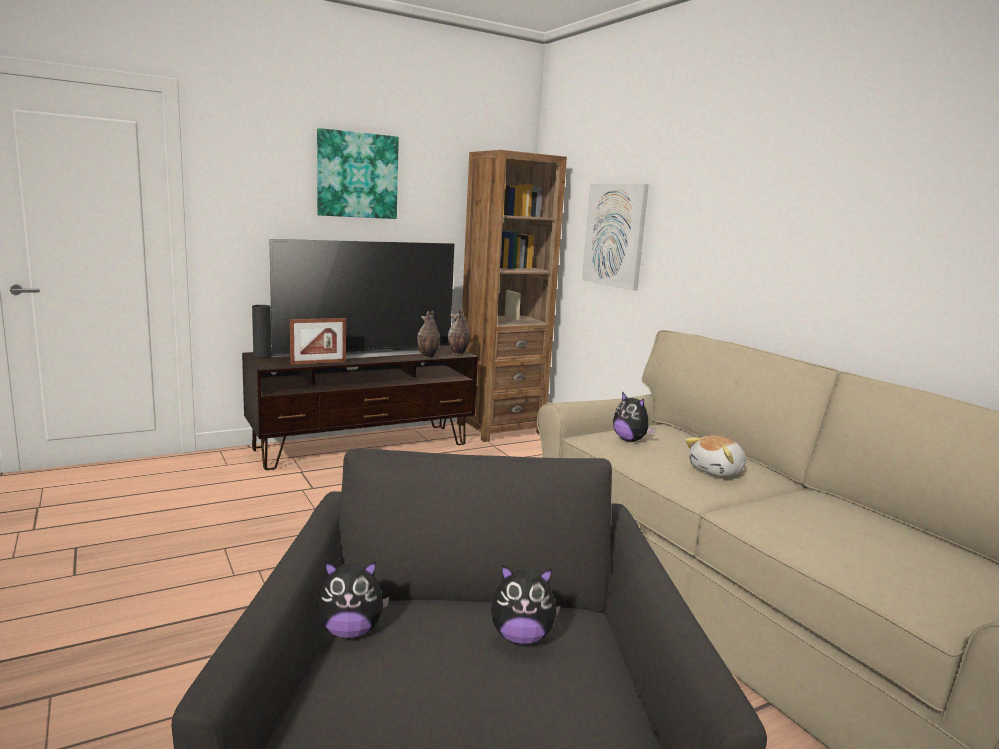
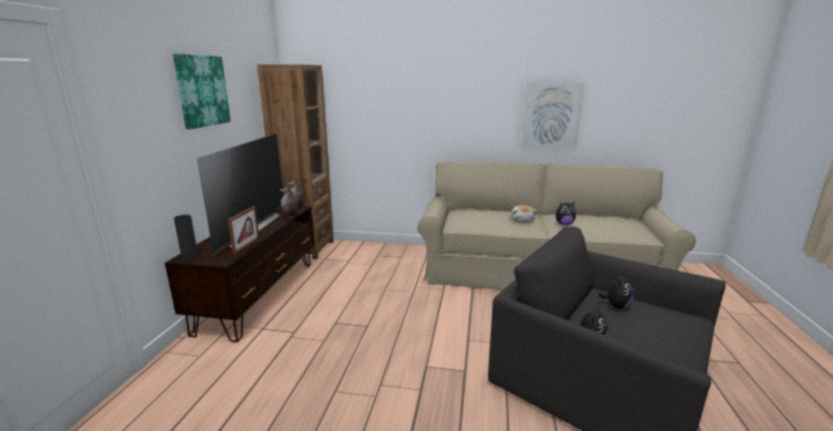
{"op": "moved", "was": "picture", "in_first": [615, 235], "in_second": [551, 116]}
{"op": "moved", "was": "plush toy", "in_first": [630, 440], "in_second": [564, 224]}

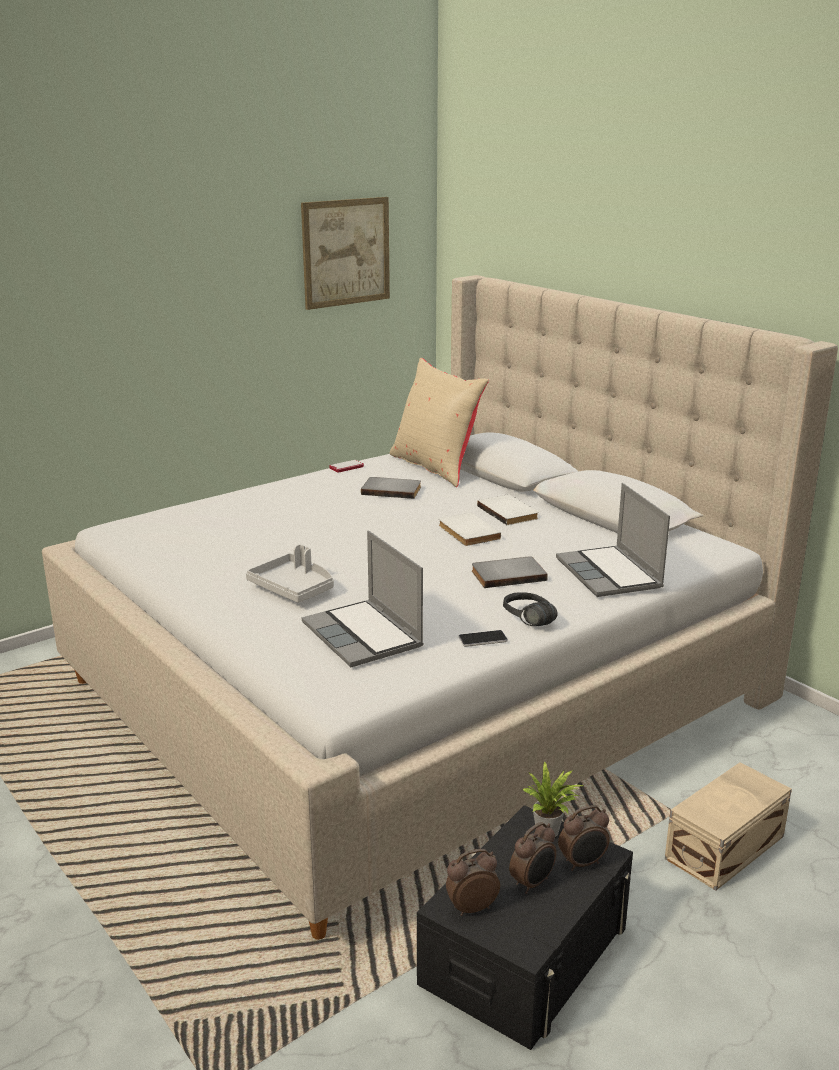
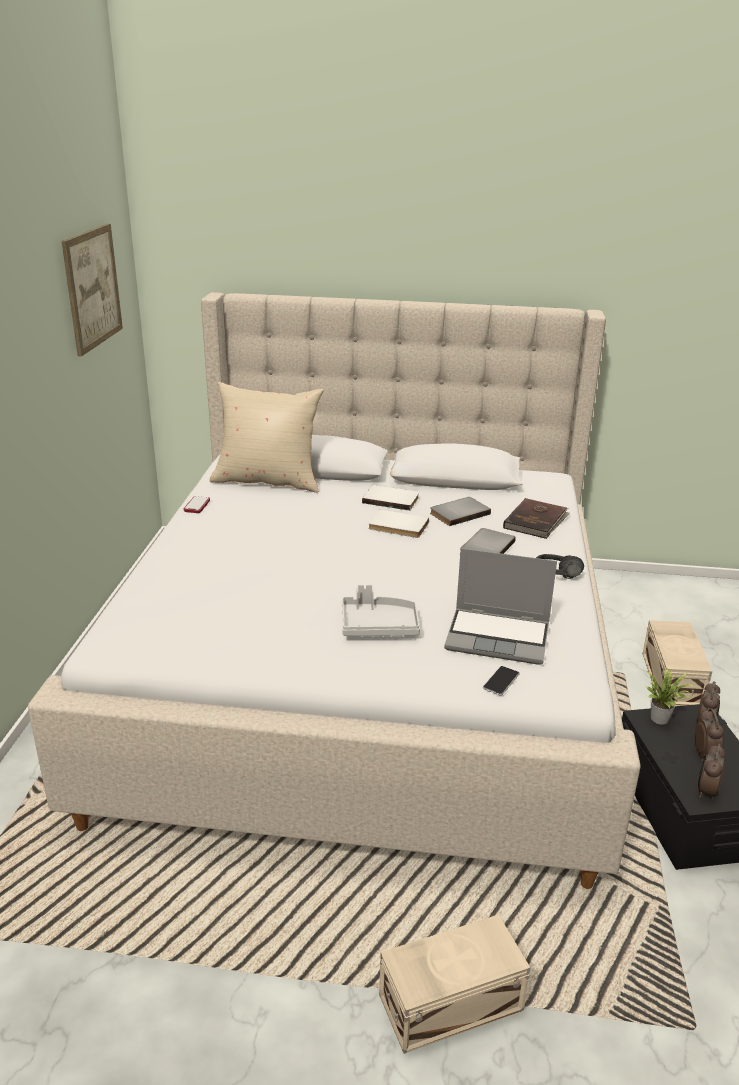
{"op": "added", "now": "sand-coloured storage bin", "in_second": [448, 1001]}
{"op": "moved", "was": "gray book", "in_first": [392, 490], "in_second": [458, 513]}
{"op": "moved", "was": "phone", "in_first": [482, 639], "in_second": [501, 681]}
{"op": "replaced", "was": "portable computer", "now": "brownish book", "in_first": [610, 574], "in_second": [536, 521]}

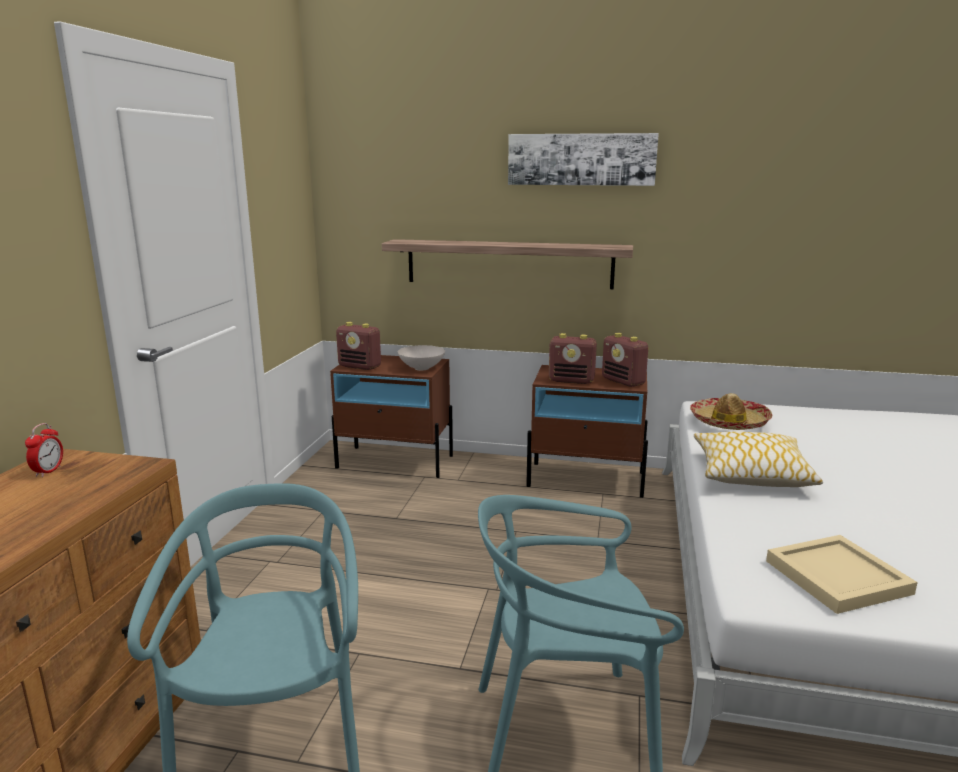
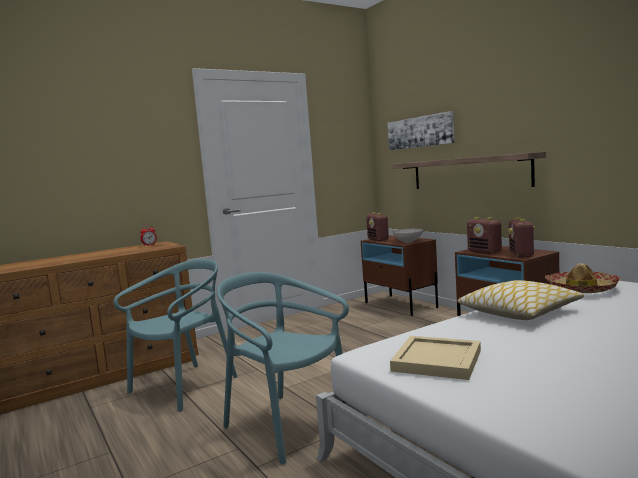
{"op": "moved", "was": "picture", "in_first": [581, 159], "in_second": [420, 132]}

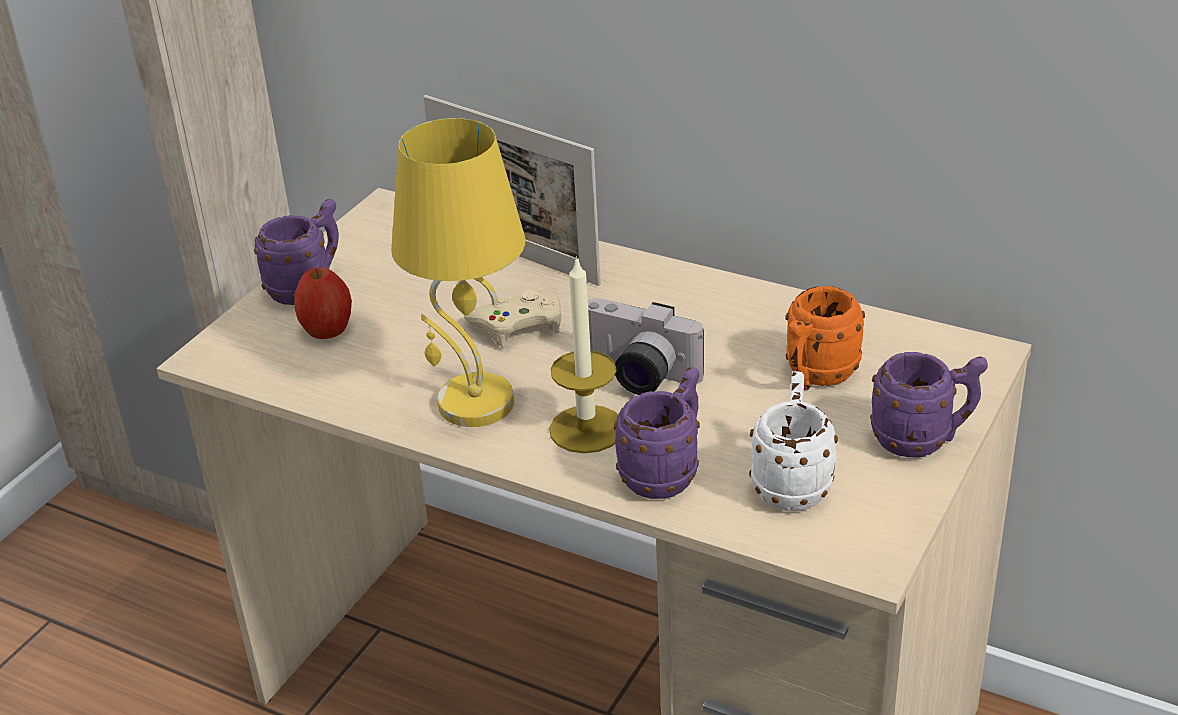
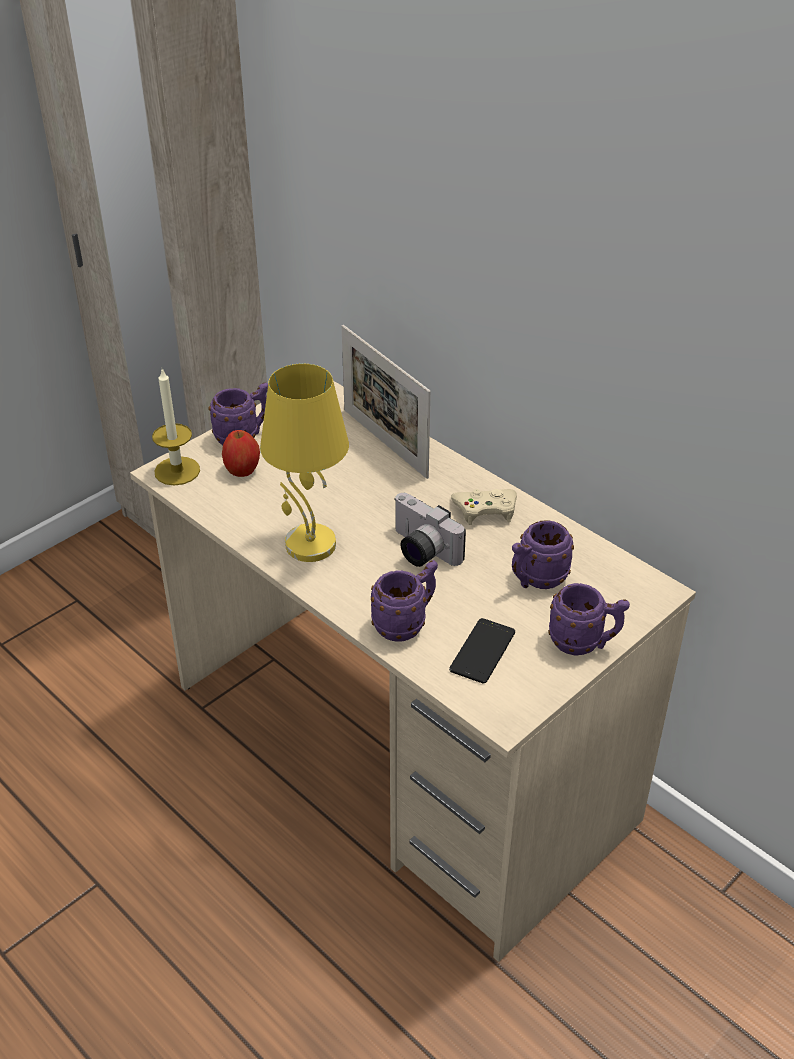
{"op": "moved", "was": "sand-coloured joypad", "in_first": [519, 325], "in_second": [485, 510]}
{"op": "moved", "was": "wax candle", "in_first": [586, 429], "in_second": [177, 471]}
{"op": "replaced", "was": "whitish tea mug", "now": "phone", "in_first": [792, 482], "in_second": [482, 651]}
{"op": "recoloured", "was": "orange tea mug", "now": "purplish tea mug", "in_first": [815, 377], "in_second": [536, 580]}

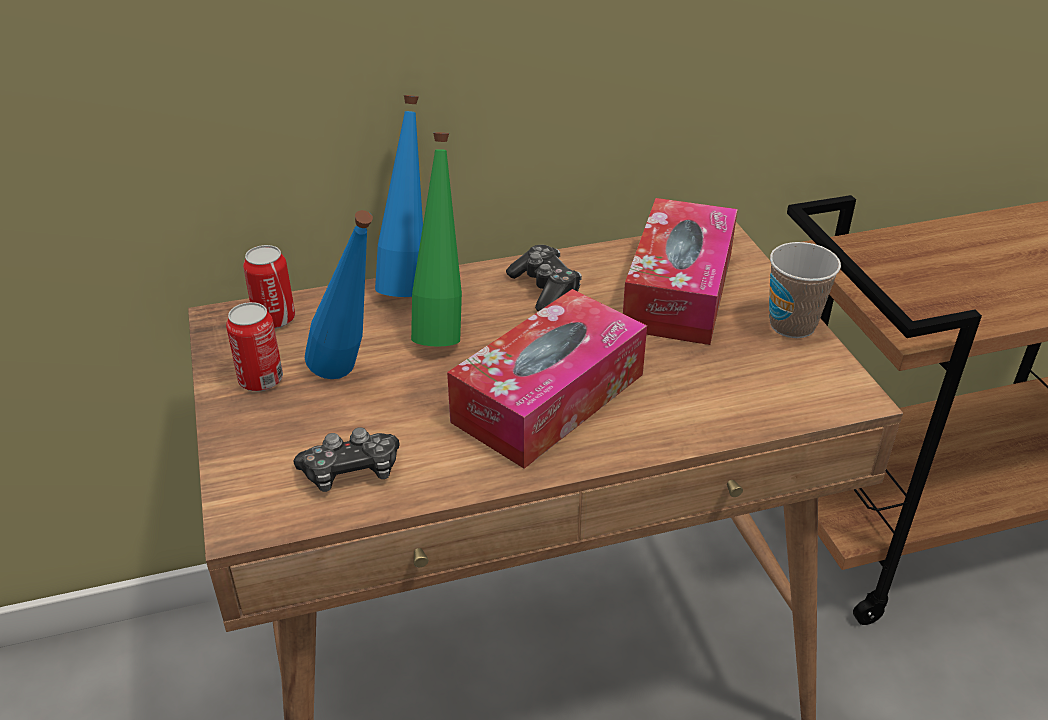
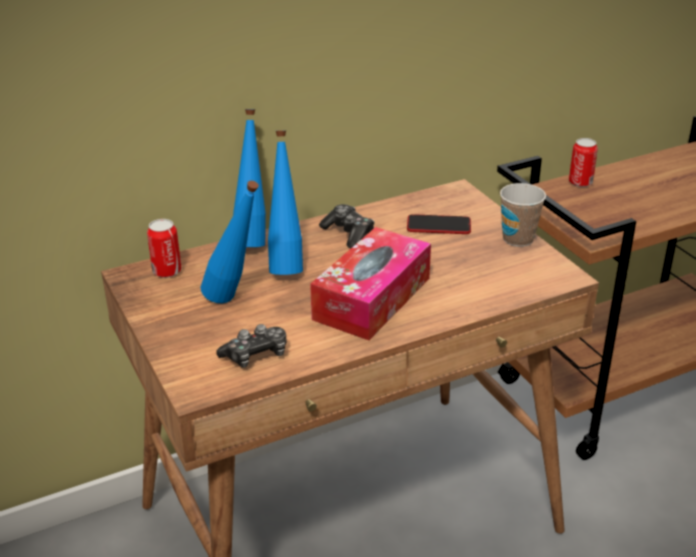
{"op": "moved", "was": "can", "in_first": [261, 380], "in_second": [580, 182]}
{"op": "replaced", "was": "tissue box", "now": "phone", "in_first": [678, 290], "in_second": [438, 226]}
{"op": "recoloured", "was": "green bottle", "now": "blue bottle", "in_first": [442, 329], "in_second": [286, 265]}

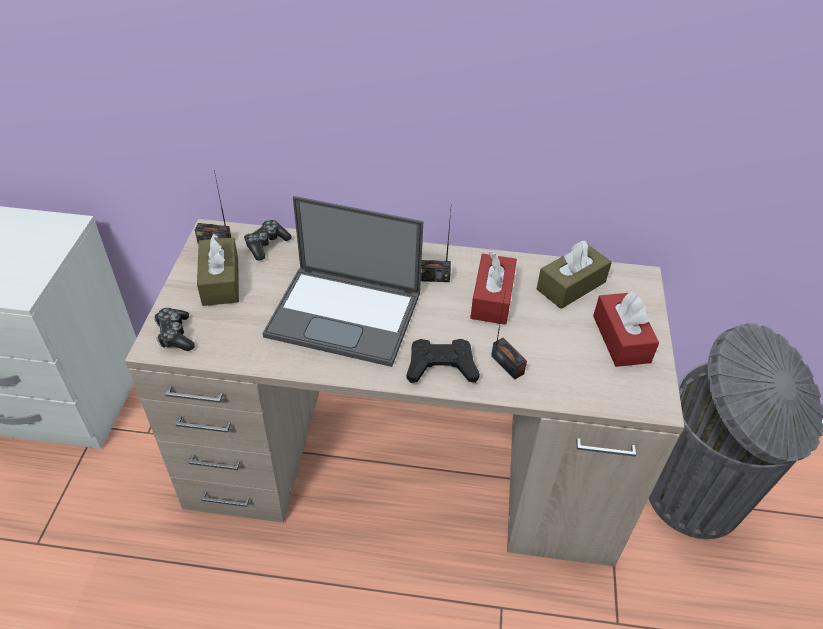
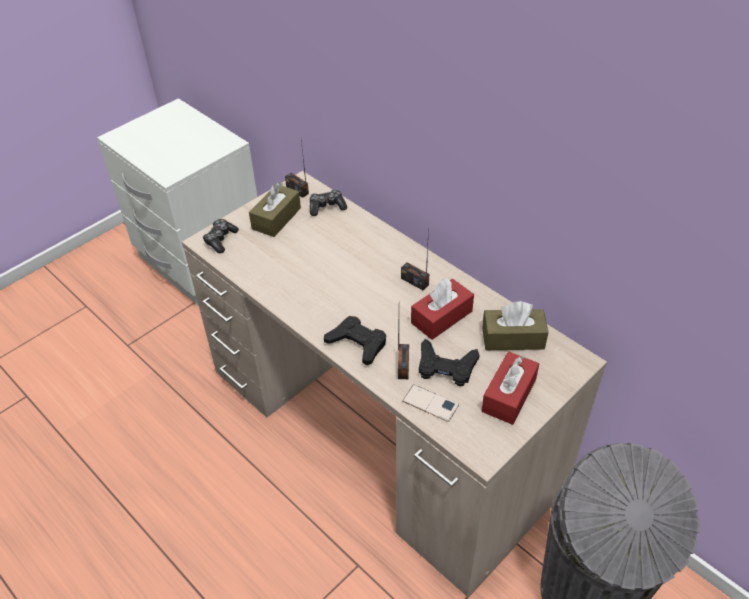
{"op": "removed", "was": "portable computer", "in_first": [346, 314]}
{"op": "added", "now": "phone", "in_second": [430, 403]}
{"op": "added", "now": "blackish joypad", "in_second": [446, 367]}

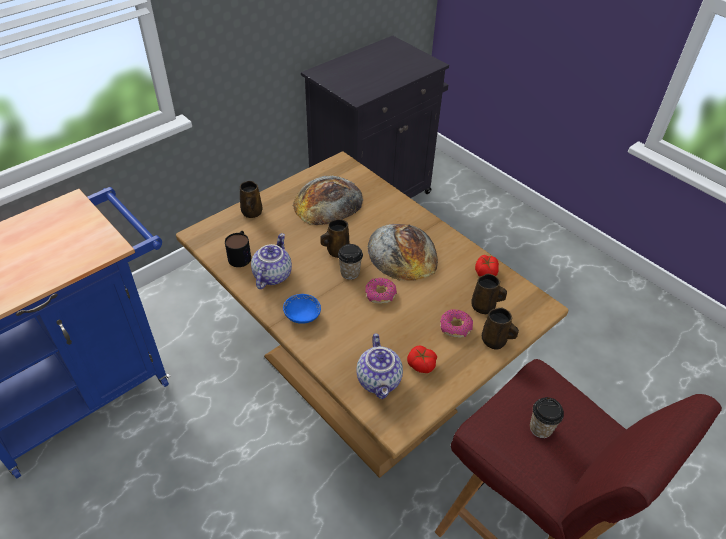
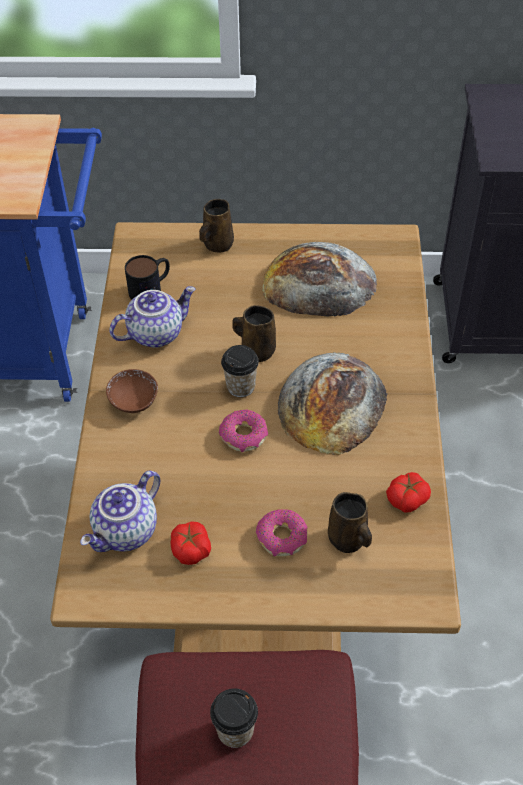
{"op": "removed", "was": "brownish tea mug", "in_first": [495, 341]}
{"op": "recoloured", "was": "blue serving bowl", "now": "brownish serving bowl", "in_first": [302, 316], "in_second": [133, 401]}

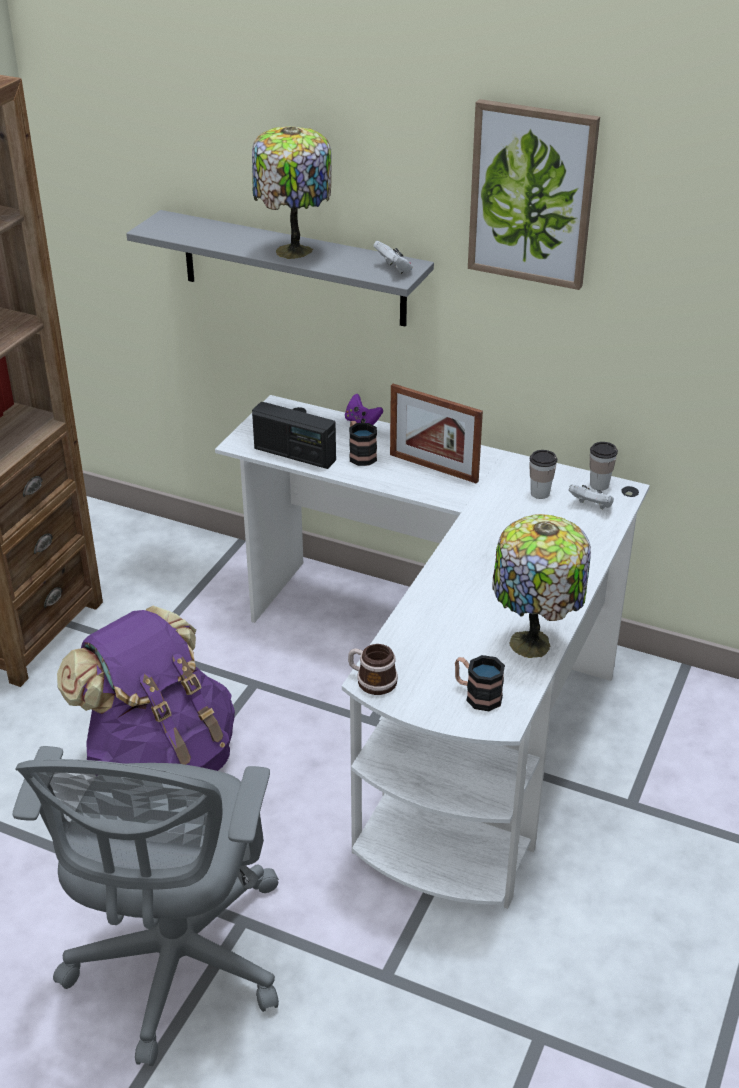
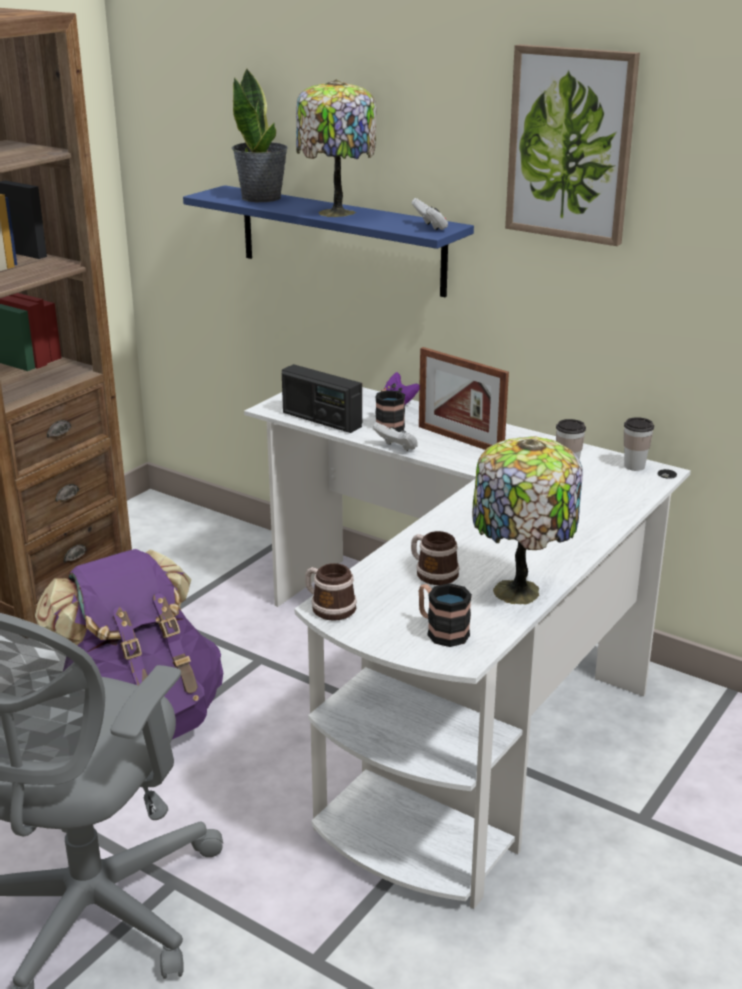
{"op": "added", "now": "potted plant", "in_second": [262, 198]}
{"op": "added", "now": "tea mug", "in_second": [432, 573]}
{"op": "moved", "was": "whitish joypad", "in_first": [591, 506], "in_second": [397, 448]}
{"op": "recoloured", "was": "gray shelf", "now": "blue shelf", "in_first": [293, 268], "in_second": [341, 240]}

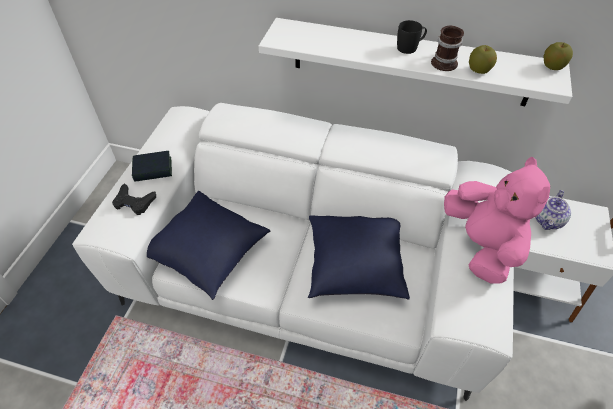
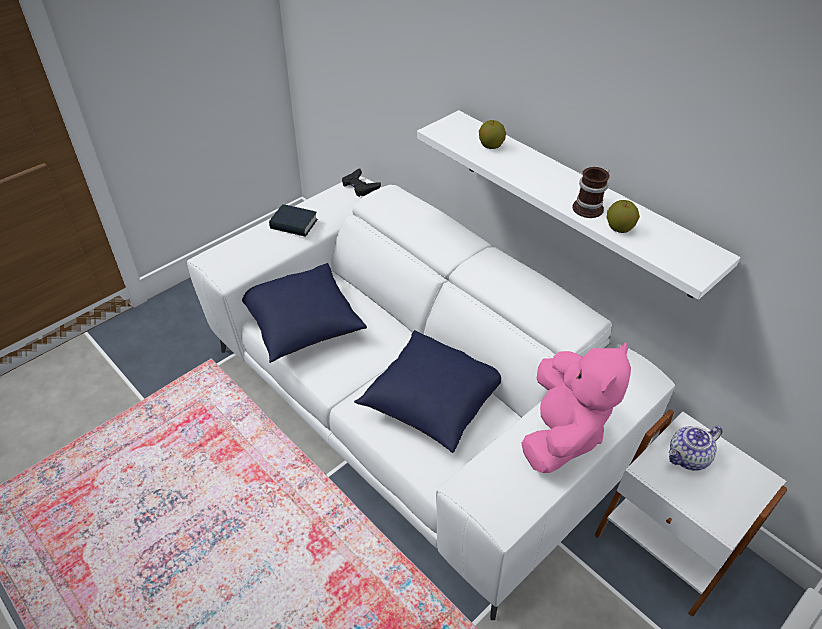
{"op": "removed", "was": "blackish tea mug", "in_first": [410, 47]}
{"op": "moved", "was": "blackish joypad", "in_first": [134, 202], "in_second": [360, 186]}
{"op": "moved", "was": "whole apple", "in_first": [552, 67], "in_second": [490, 146]}

